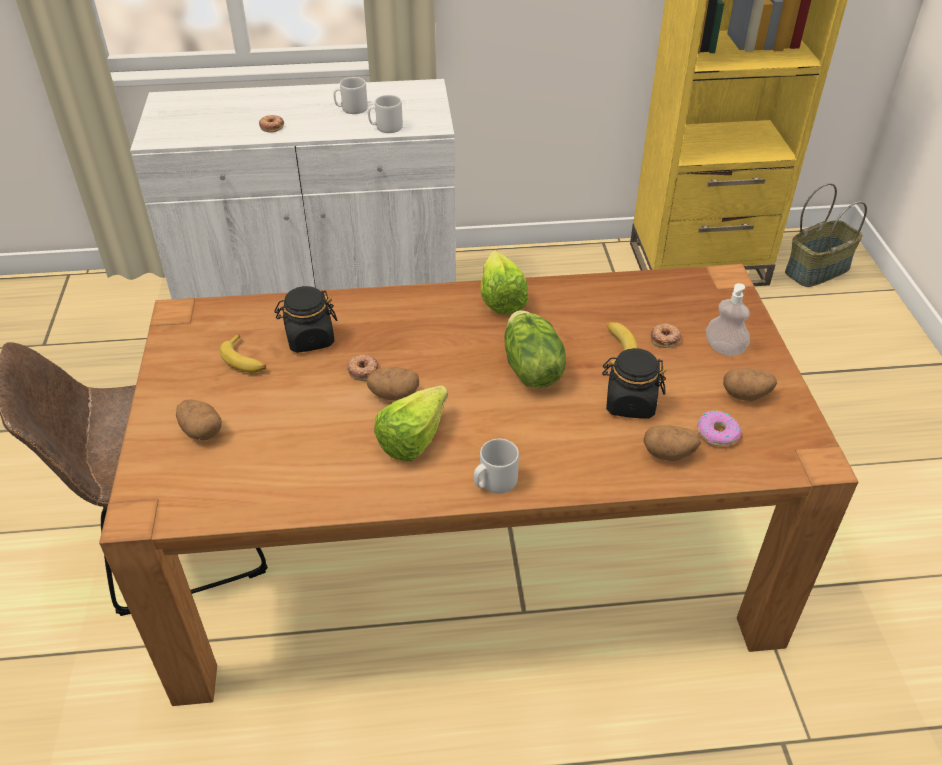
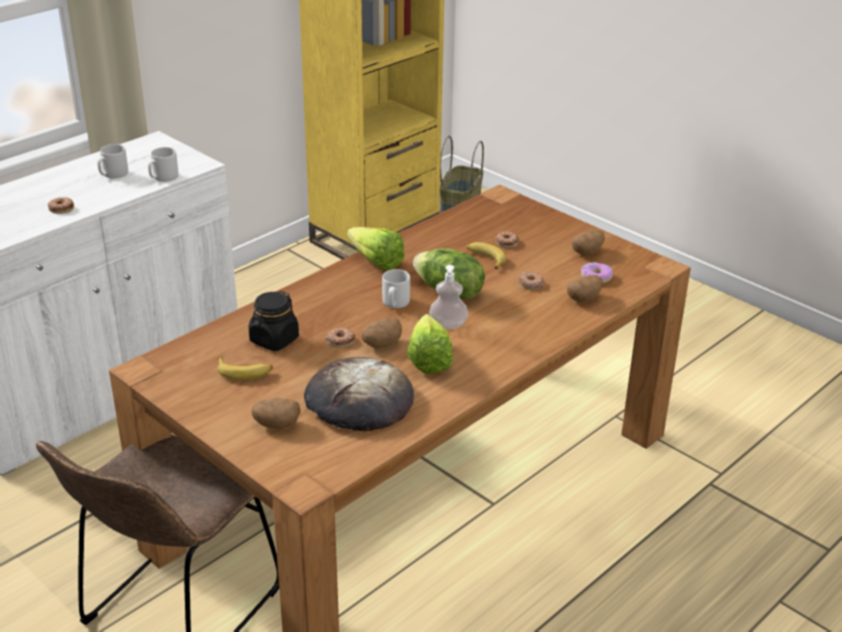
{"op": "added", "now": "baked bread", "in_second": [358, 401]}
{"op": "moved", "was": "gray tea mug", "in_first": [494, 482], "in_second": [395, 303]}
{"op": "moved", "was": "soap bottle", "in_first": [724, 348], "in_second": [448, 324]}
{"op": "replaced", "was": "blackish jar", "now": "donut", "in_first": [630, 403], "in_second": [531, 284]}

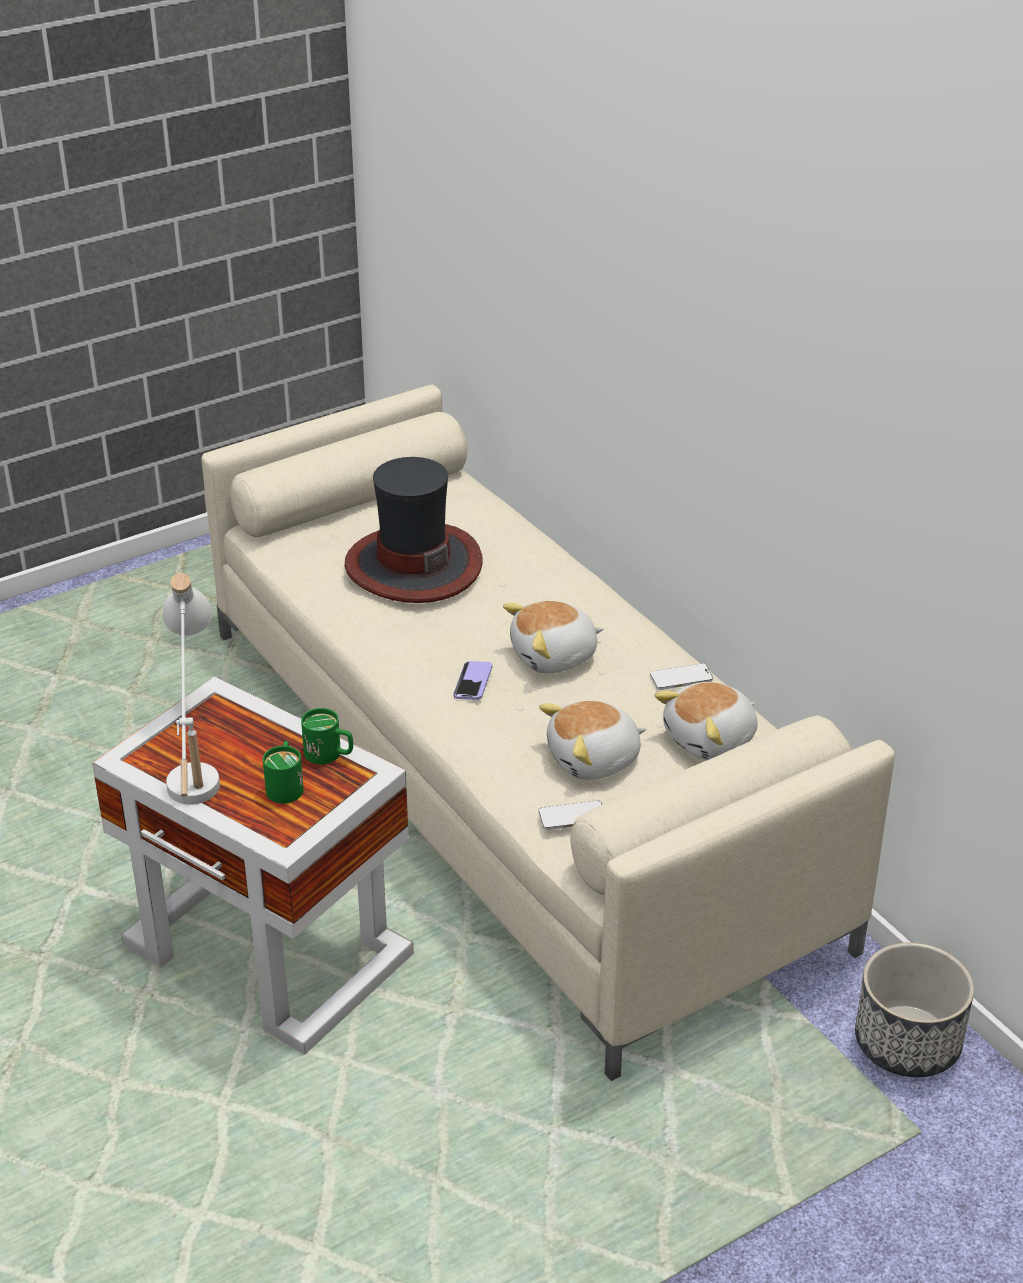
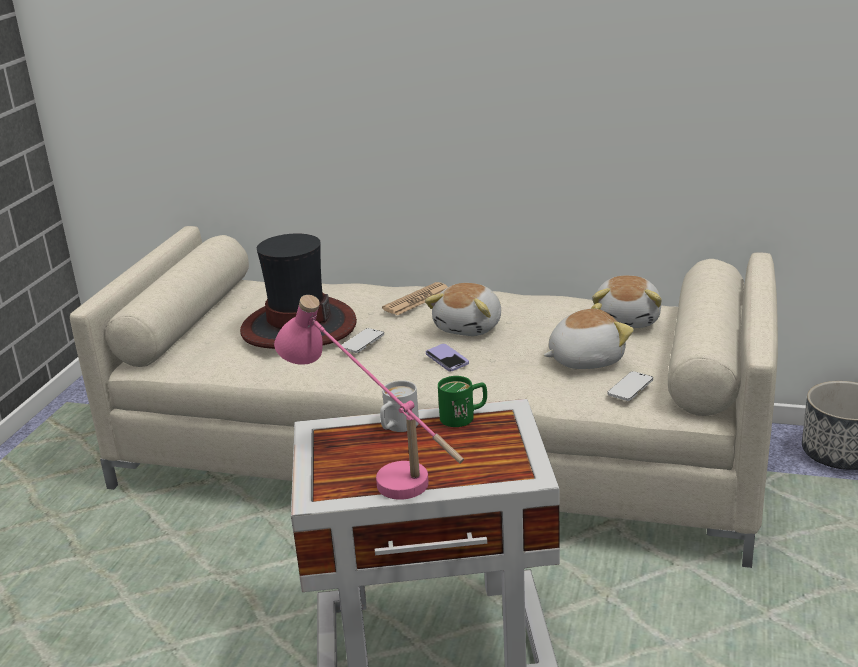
{"op": "removed", "was": "green tea mug", "in_first": [285, 785]}
{"op": "added", "now": "whitish tea mug", "in_second": [397, 427]}
{"op": "added", "now": "printed paper", "in_second": [417, 300]}
{"op": "moved", "was": "phone", "in_first": [681, 678], "in_second": [362, 342]}
{"op": "recoloured", "was": "whitish tabletop lamp", "now": "pink tabletop lamp", "in_first": [195, 762], "in_second": [375, 471]}
{"op": "turned", "was": "plush toy", "in_first": [594, 760], "in_second": [585, 359], "clockwise": -135}

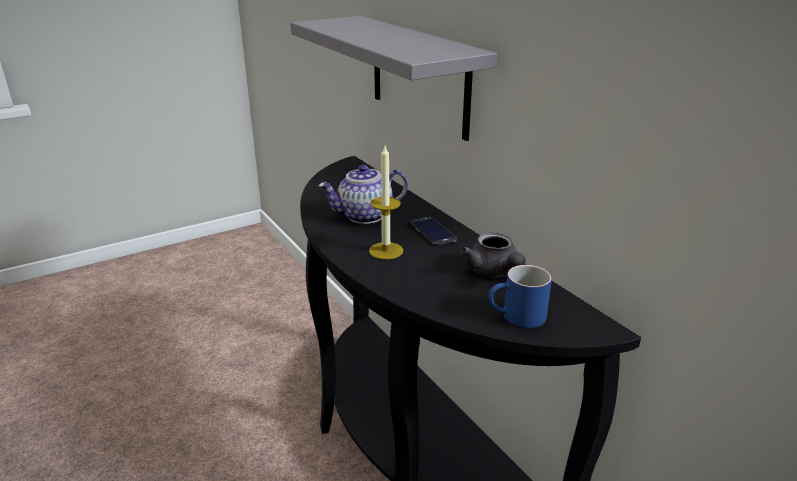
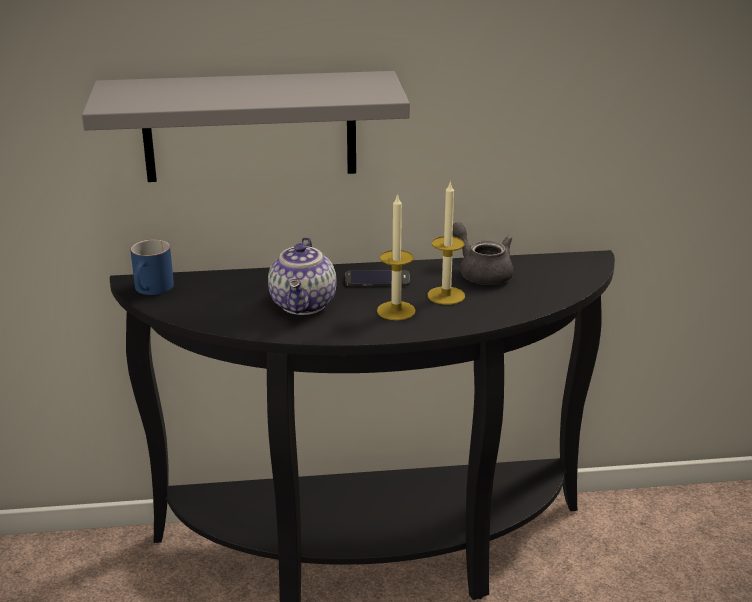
{"op": "added", "now": "wax candle", "in_second": [446, 295]}
{"op": "moved", "was": "blue tea mug", "in_first": [517, 318], "in_second": [152, 290]}
{"op": "turned", "was": "gray teapot", "in_first": [495, 273], "in_second": [481, 272], "clockwise": -135}

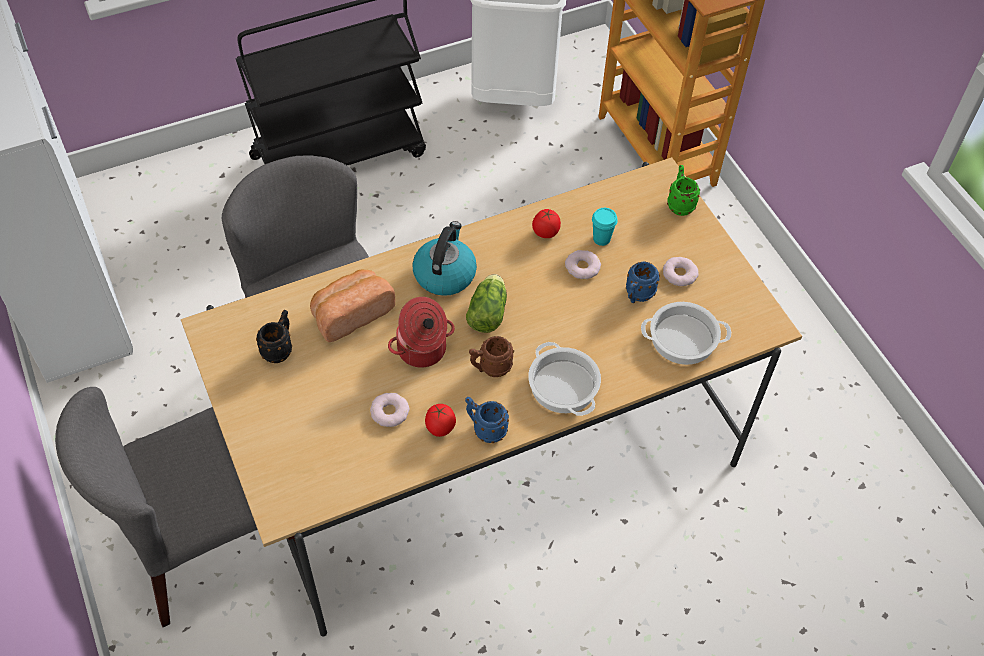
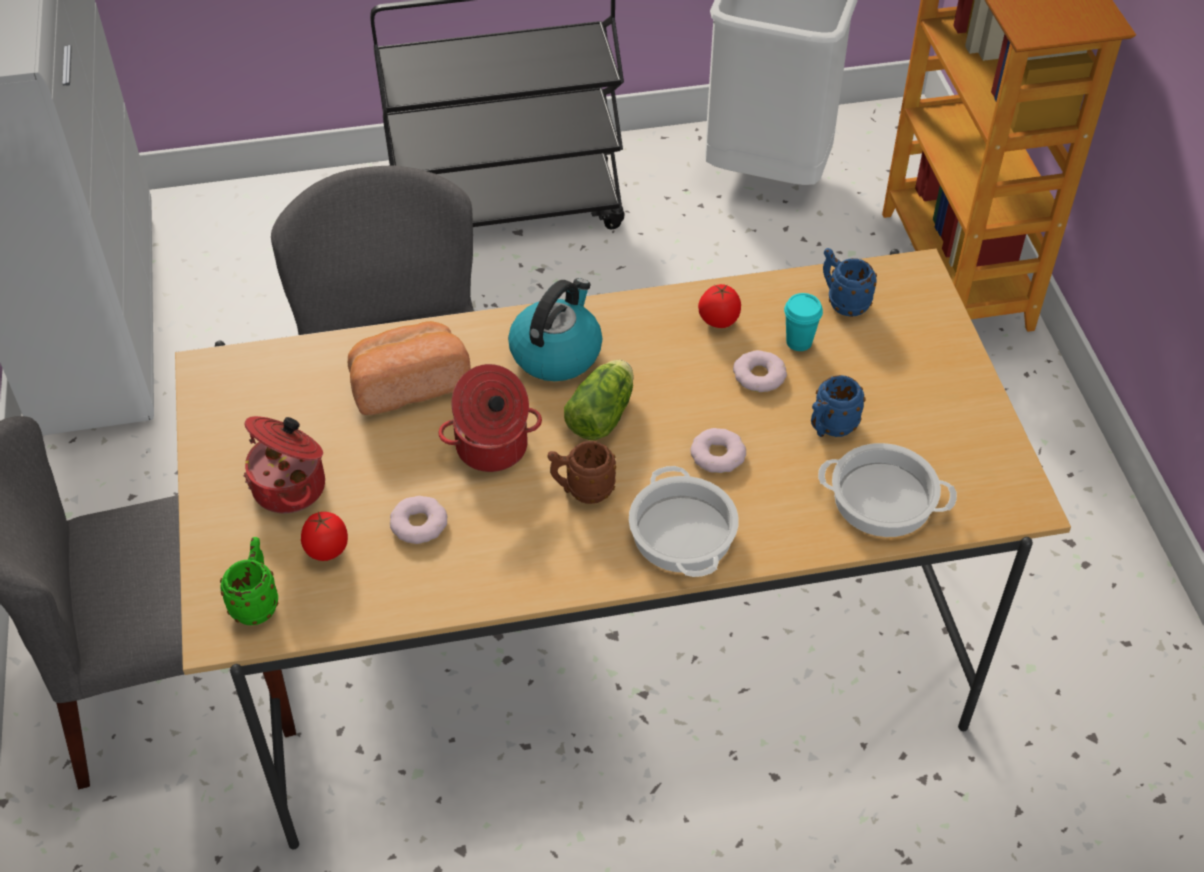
{"op": "removed", "was": "blackish tea mug", "in_first": [279, 349]}
{"op": "added", "now": "cooking pot", "in_second": [291, 486]}
{"op": "moved", "was": "whole tomato", "in_first": [440, 428], "in_second": [327, 551]}
{"op": "moved", "was": "blue tea mug", "in_first": [485, 429], "in_second": [843, 301]}
{"op": "moved", "was": "donut", "in_first": [679, 274], "in_second": [717, 455]}
{"op": "moved", "was": "green tea mug", "in_first": [679, 203], "in_second": [257, 601]}

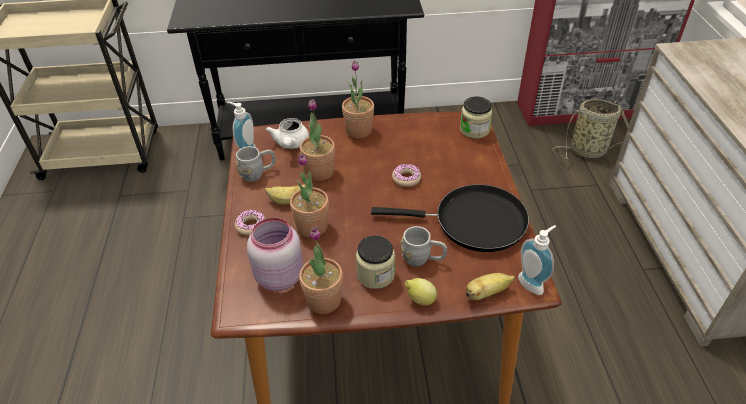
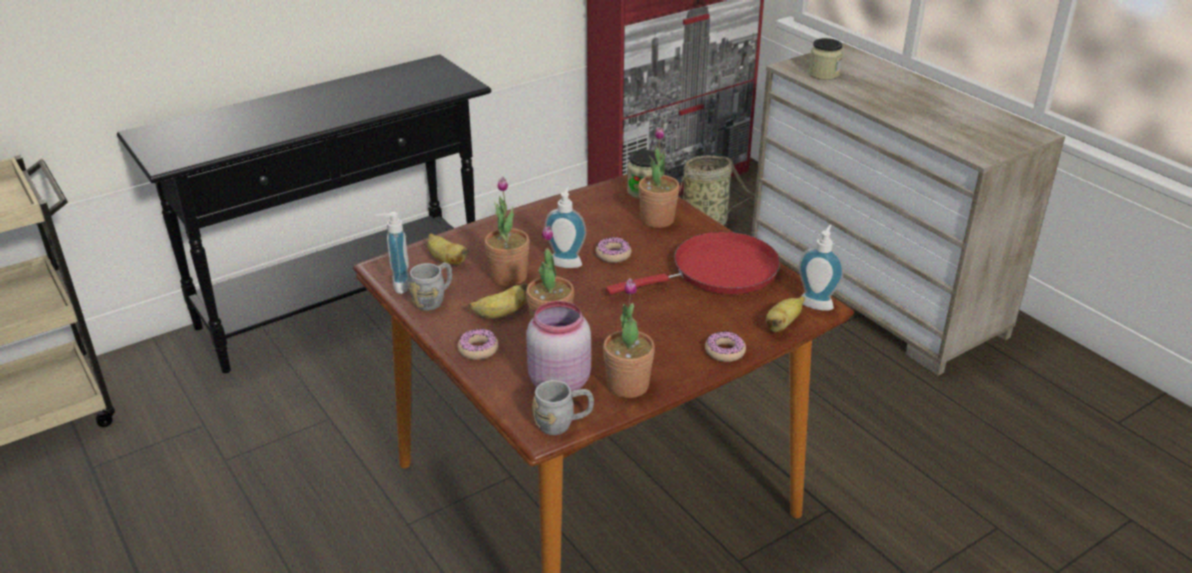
{"op": "added", "now": "soap bottle", "in_second": [567, 261]}
{"op": "moved", "was": "potted plant", "in_first": [359, 131], "in_second": [657, 220]}
{"op": "moved", "was": "jar", "in_first": [375, 274], "in_second": [824, 74]}
{"op": "moved", "was": "gray tea mug", "in_first": [422, 259], "in_second": [563, 423]}
{"op": "replaced", "was": "whitish teapot", "now": "banana", "in_first": [291, 144], "in_second": [446, 260]}
{"op": "replaced", "was": "whole lemon", "now": "donut", "in_first": [420, 300], "in_second": [725, 351]}
{"op": "recoloured", "was": "blackish frying pan", "now": "red frying pan", "in_first": [473, 222], "in_second": [717, 272]}

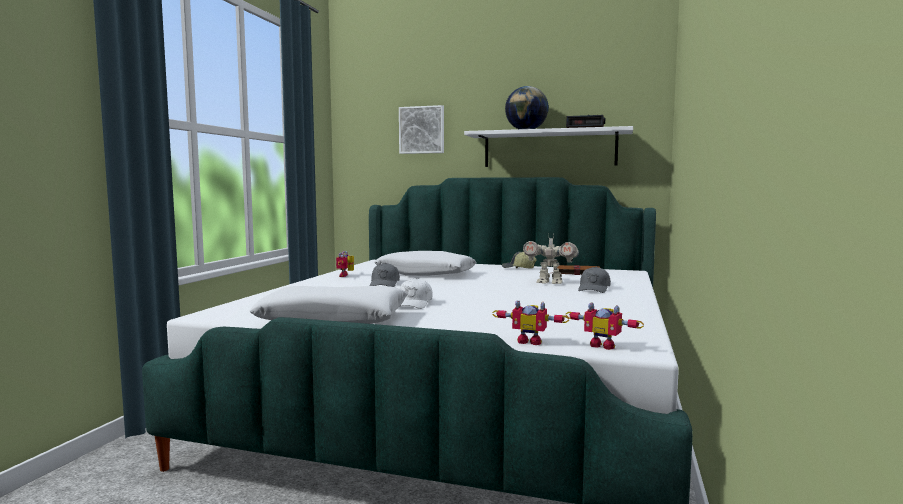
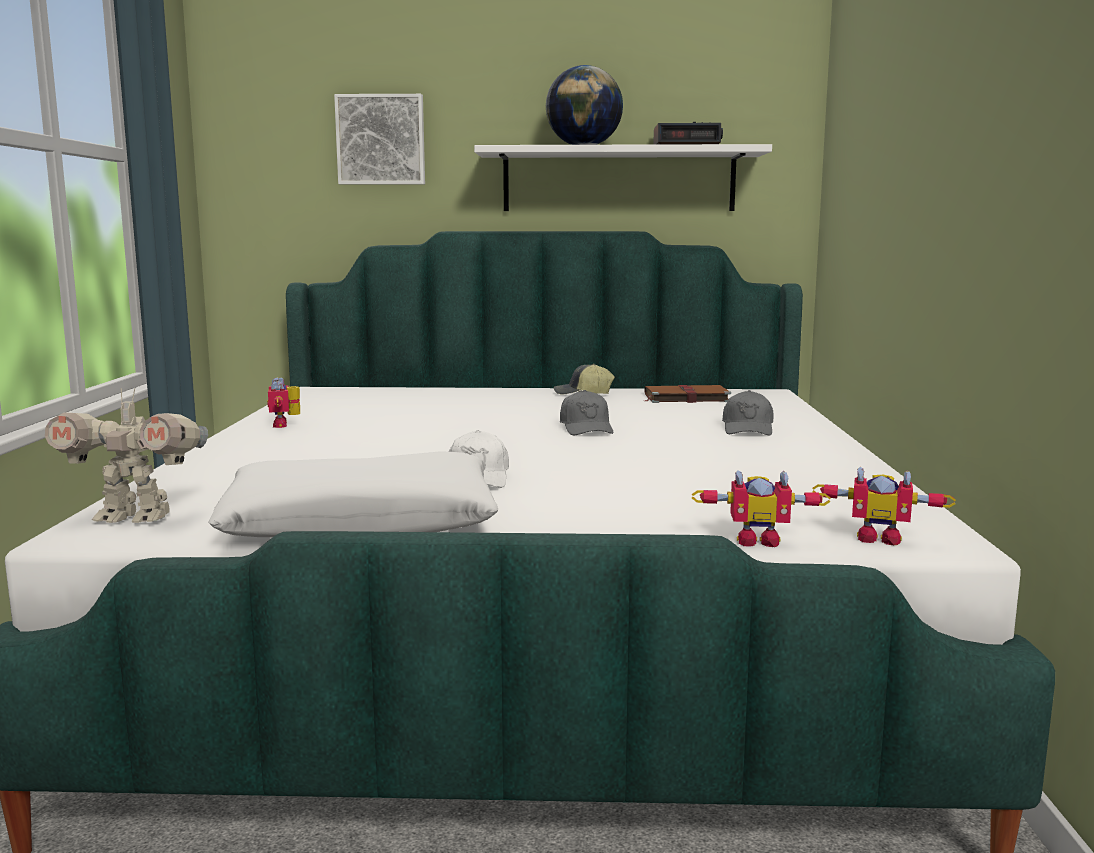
{"op": "removed", "was": "whitish pillow", "in_first": [426, 274]}
{"op": "moved", "was": "gray cap", "in_first": [384, 284], "in_second": [586, 428]}
{"op": "moved", "was": "model robot", "in_first": [550, 283], "in_second": [135, 518]}

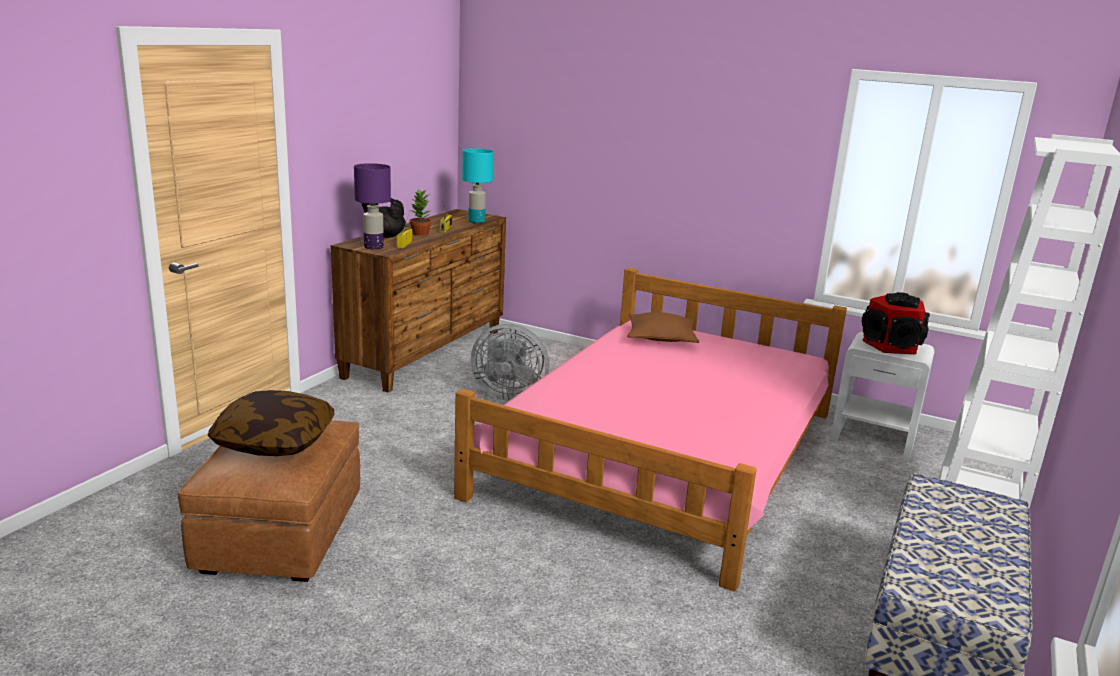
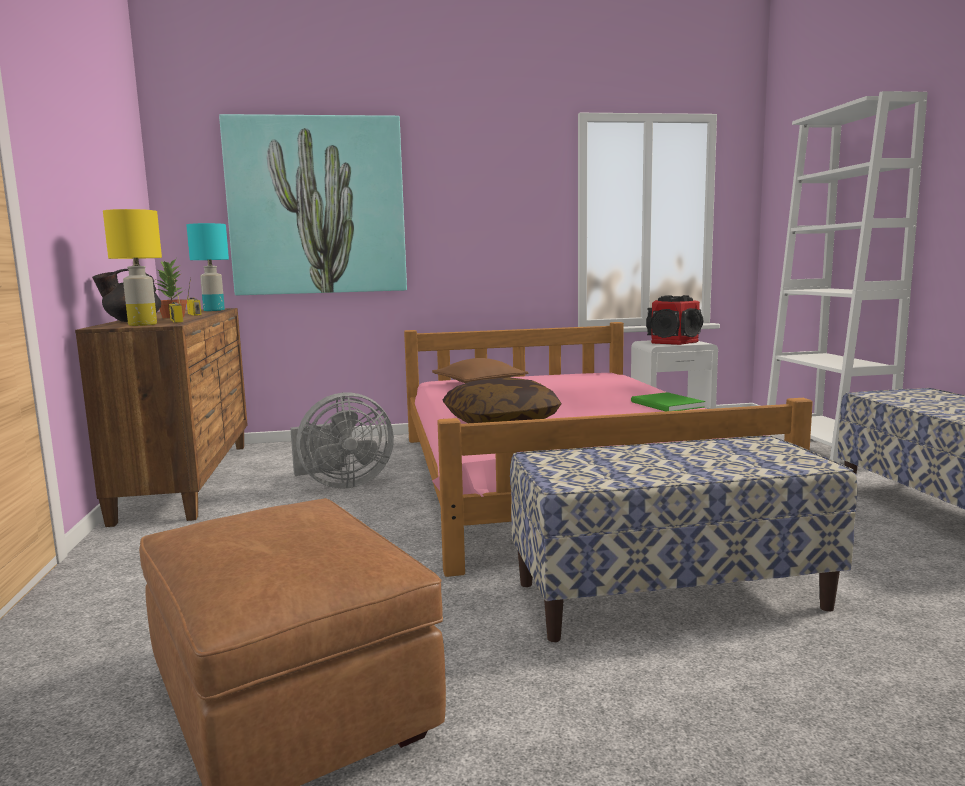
{"op": "added", "now": "picture", "in_second": [317, 206]}
{"op": "added", "now": "bench", "in_second": [669, 595]}
{"op": "added", "now": "green book", "in_second": [667, 405]}
{"op": "moved", "was": "pillow", "in_first": [274, 441], "in_second": [501, 422]}
{"op": "recoloured", "was": "purplish tabletop lamp", "now": "yellow-coloured tabletop lamp", "in_first": [373, 247], "in_second": [142, 325]}

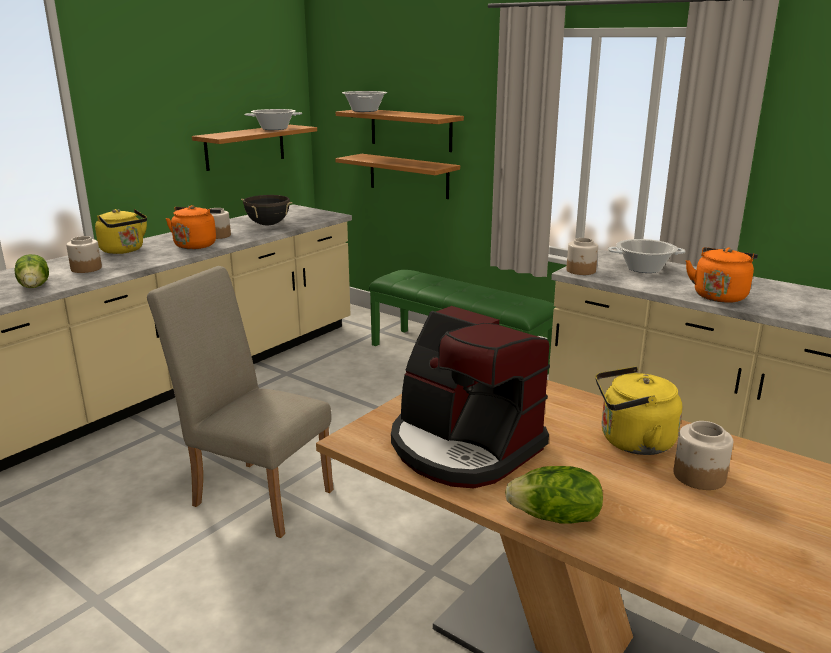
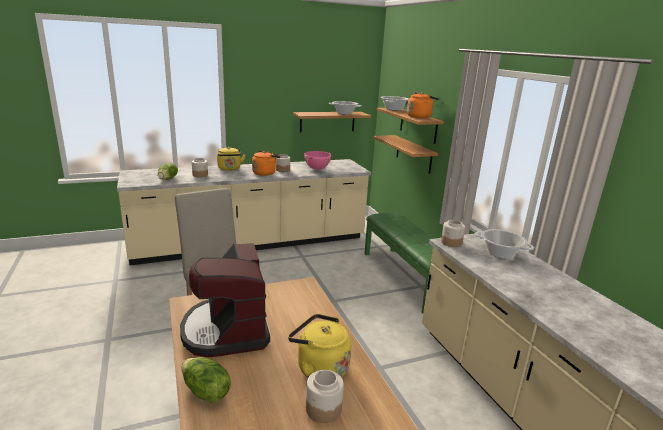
{"op": "moved", "was": "orange kettle", "in_first": [719, 295], "in_second": [419, 117]}
{"op": "recoloured", "was": "blackish cooking pot", "now": "pink cooking pot", "in_first": [268, 224], "in_second": [317, 168]}

